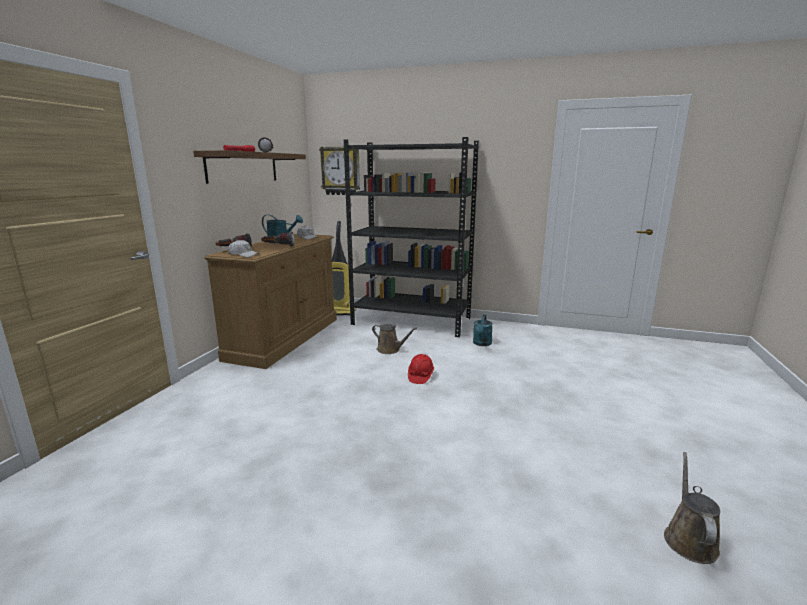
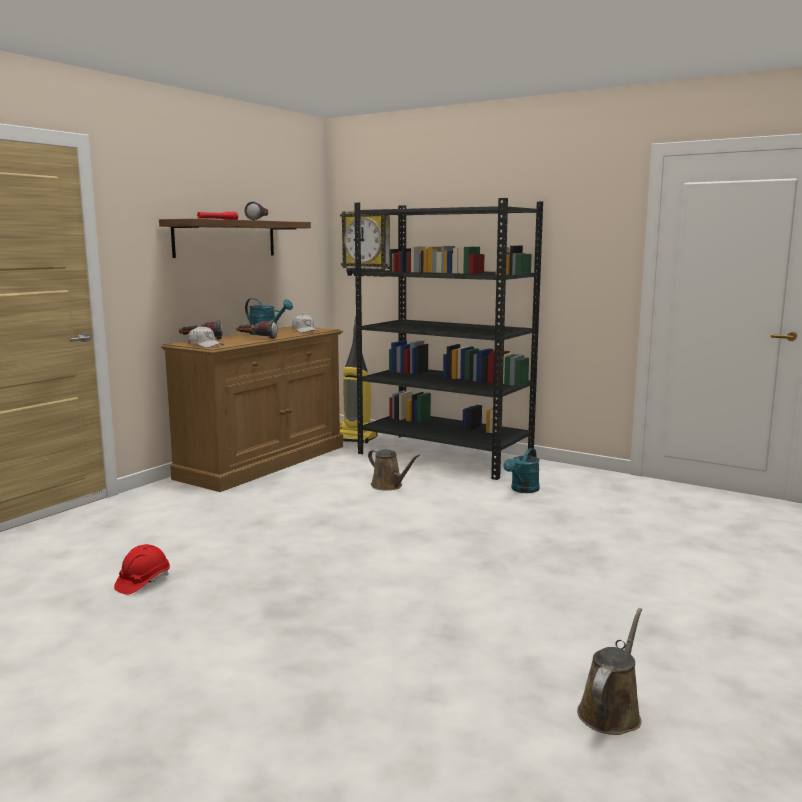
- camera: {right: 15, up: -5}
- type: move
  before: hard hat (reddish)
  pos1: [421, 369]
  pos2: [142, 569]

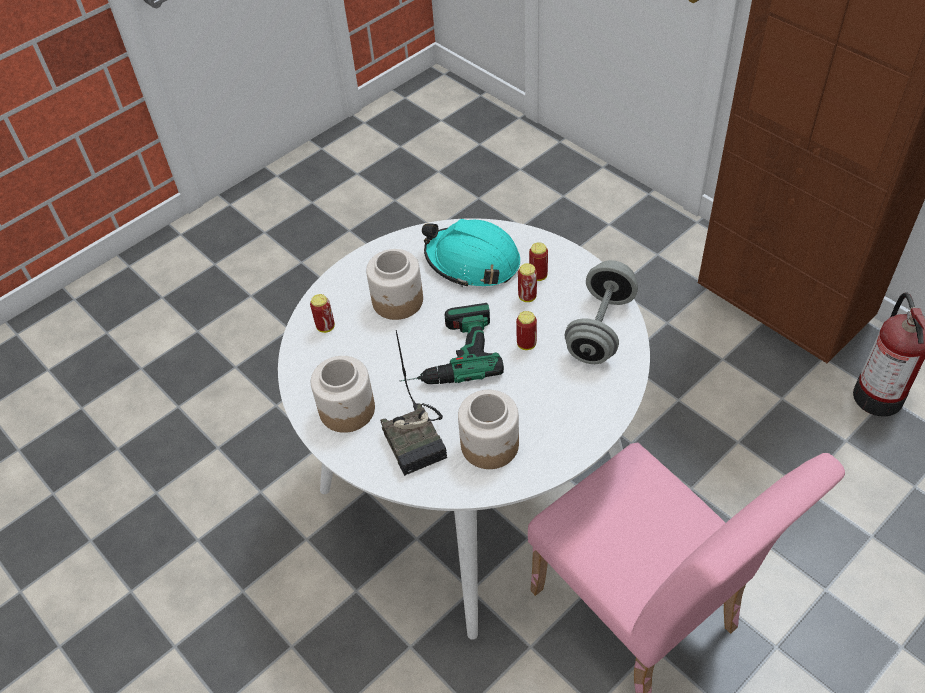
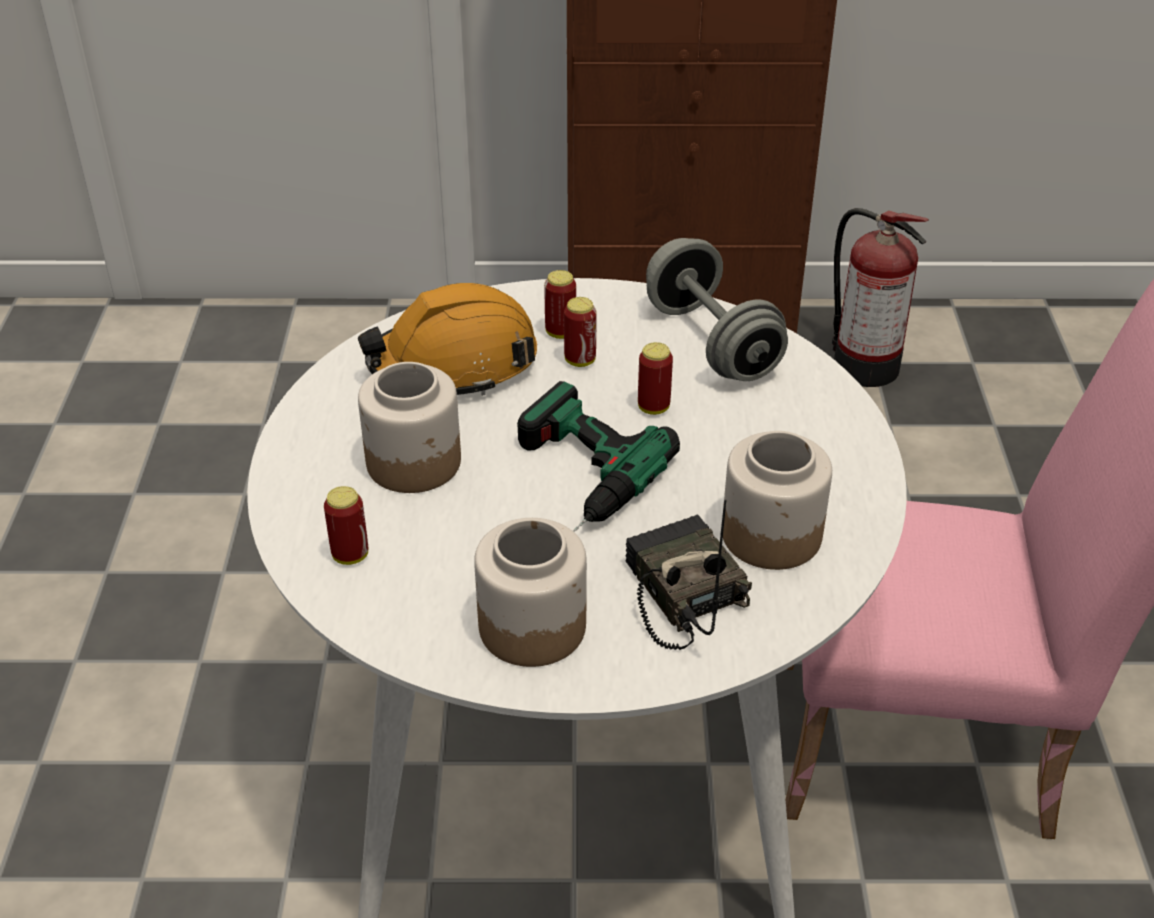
- camera: {right: -50, up: -10}
- type: recolor
  before: hard hat (turquoise)
  after: hard hat (orangey)
  pos1: [471, 253]
  pos2: [447, 339]
- type: rotate
  before: radio receiver
  pos1: [413, 403]
  pos2: [689, 574]
  turn: -135

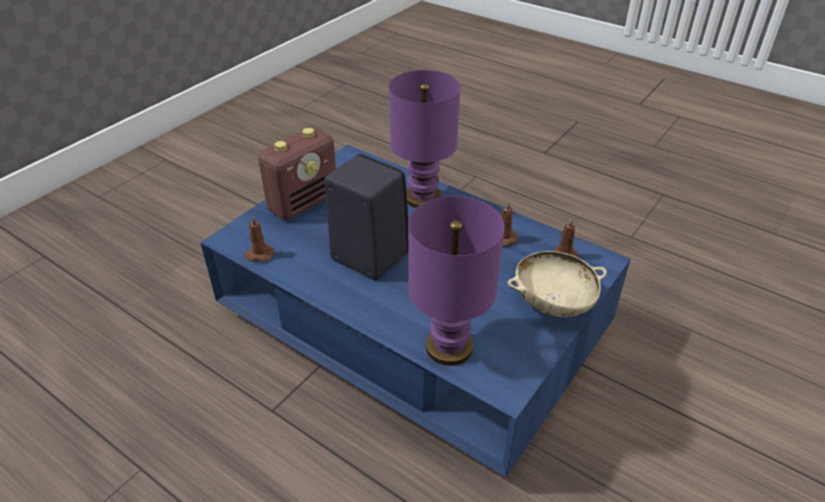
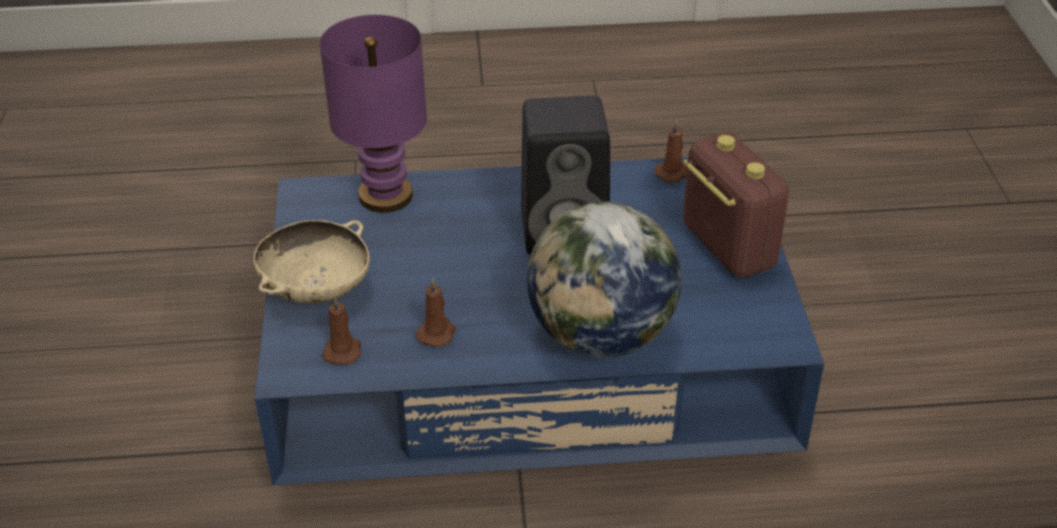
- camera: {right: 140, up: 0}
- type: replace
  before: table lamp (purple-coloured)
  after: globe
  pos1: [424, 139]
  pos2: [604, 279]
- type: rotate
  before: radio receiver
  pos1: [297, 173]
  pos2: [736, 205]
  turn: 150

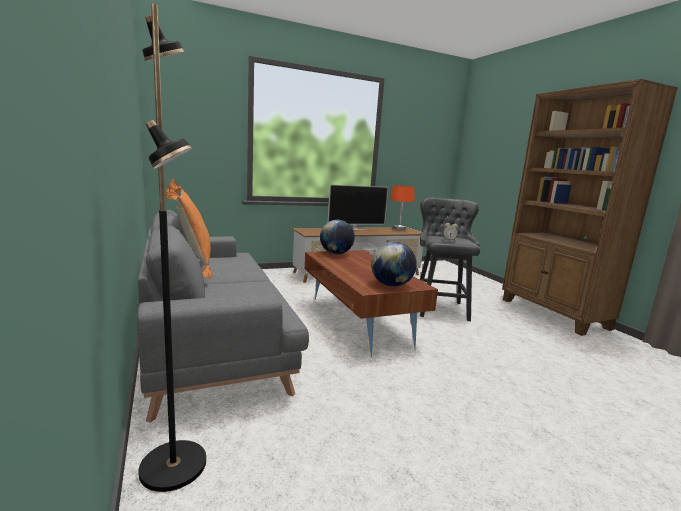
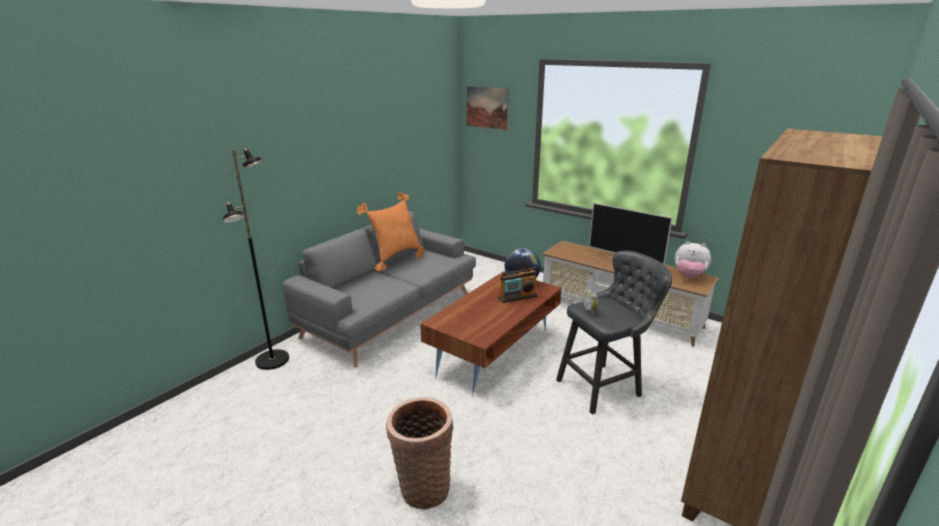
- camera: {right: 60, up: 10}
- type: insert
  after: basket
  pos2: [420, 453]
- type: insert
  after: wall picture
  pos2: [488, 108]
- type: insert
  after: radio receiver
  pos2: [517, 285]
- type: replace
  before: table lamp (orangey)
  after: plush toy
  pos1: [402, 208]
  pos2: [693, 260]
- type: delete
  before: globe
  pos1: [394, 264]

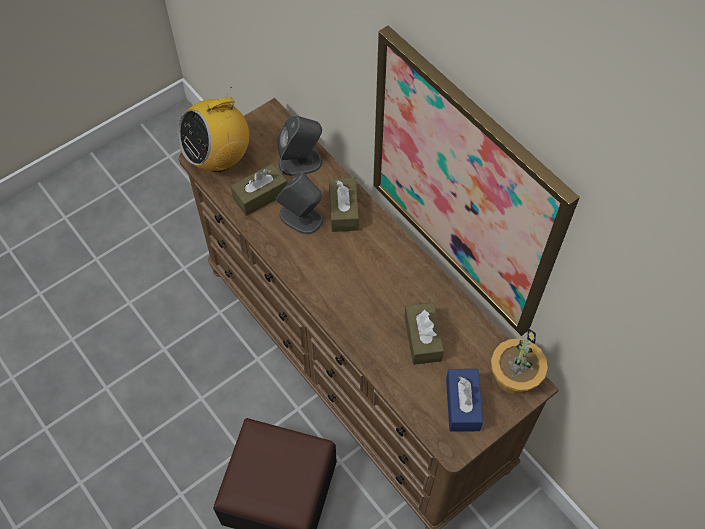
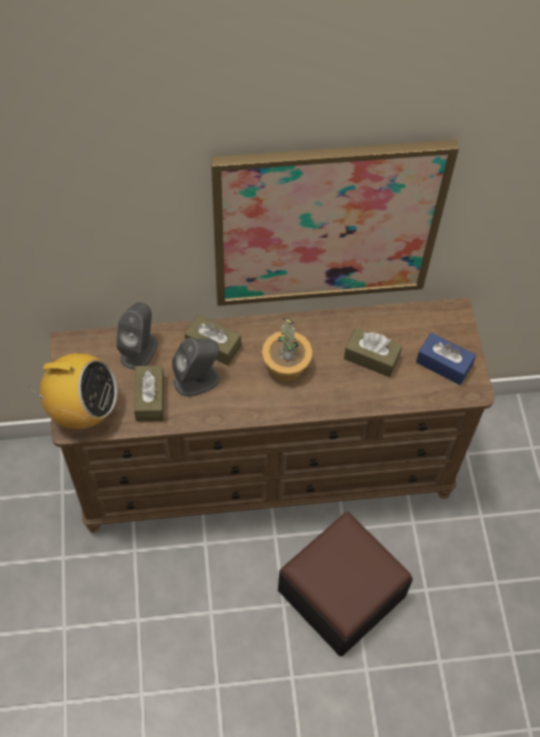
- camera: {right: -60, up: 0}
- type: rotate
  before: radio receiver
  pos1: [213, 129]
  pos2: [72, 391]
  turn: -75
- type: move
  before: houseplant
  pos1: [519, 361]
  pos2: [287, 349]

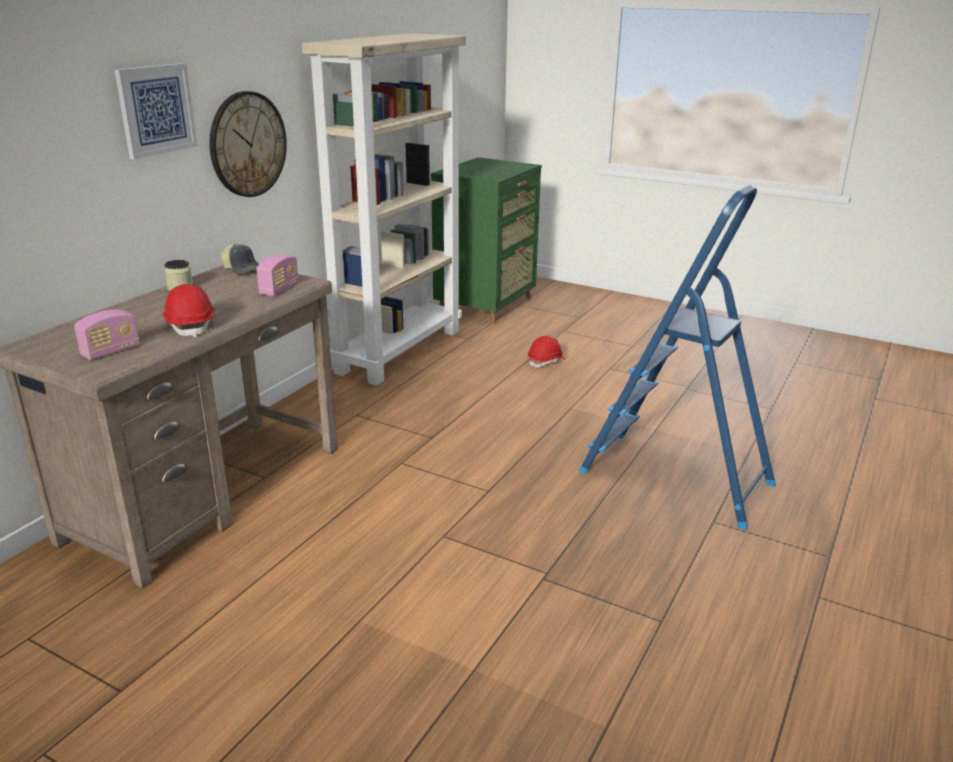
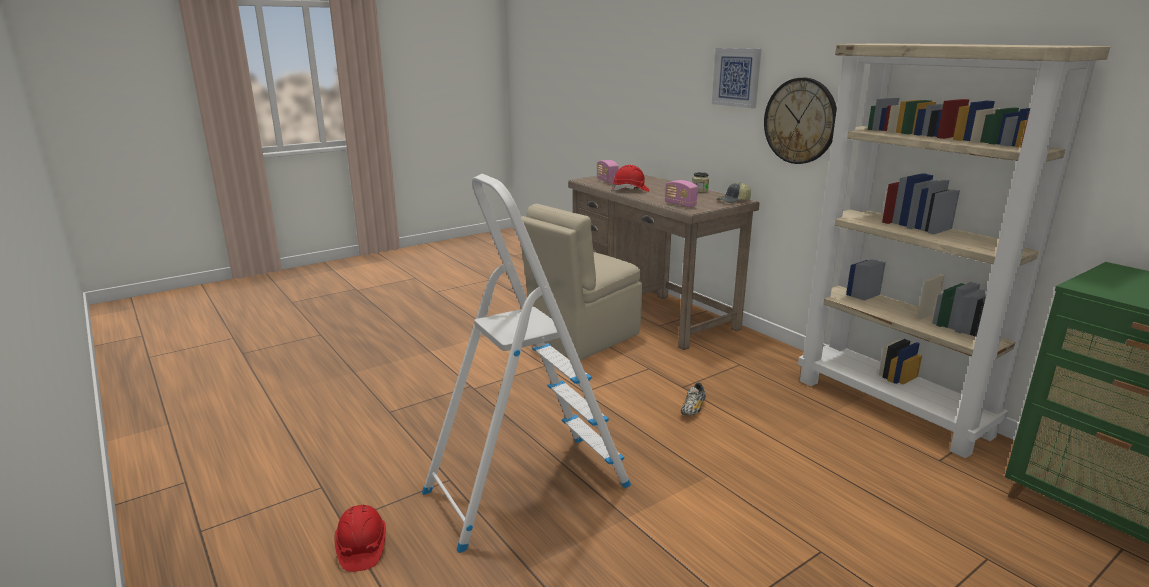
- camera: {right: 115, up: -5}
- type: move
  before: hard hat (reddish)
  pos1: [547, 352]
  pos2: [360, 538]
- type: recolor
  before: step ladder (blue)
  after: step ladder (white-coloured)
  pos1: [677, 357]
  pos2: [526, 363]
- type: insert
  after: plain chair (beige)
  pos2: [581, 282]
- type: insert
  after: low shoe
  pos2: [693, 399]

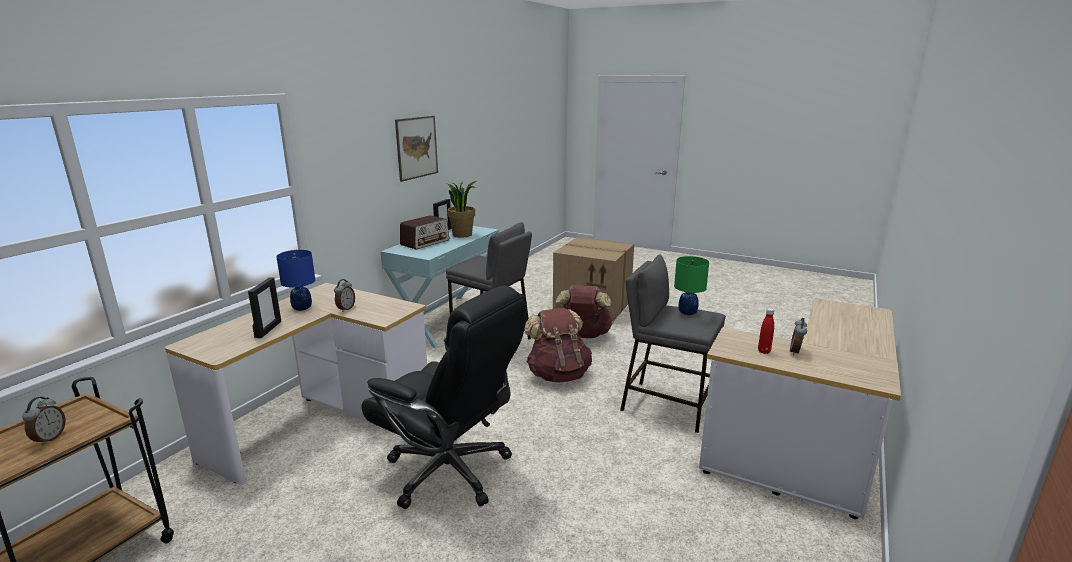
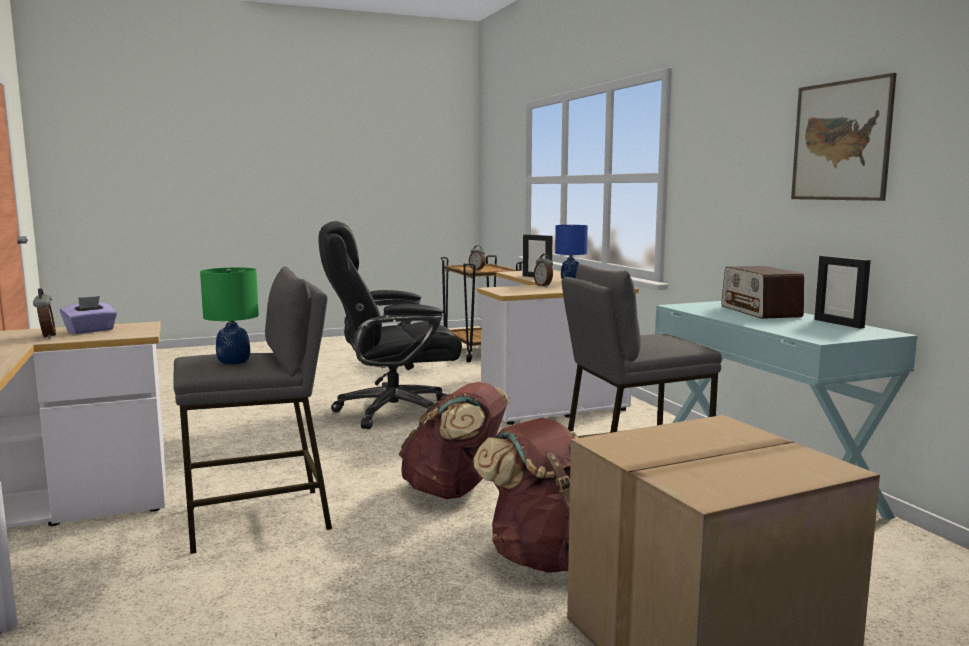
- camera: {right: 130, up: -10}
- type: replace
  before: drink bottle (reddish)
  after: box of tissues (purple-coloured)
  pos1: [766, 331]
  pos2: [88, 315]
- type: delete
  before: houseplant
  pos1: [462, 209]

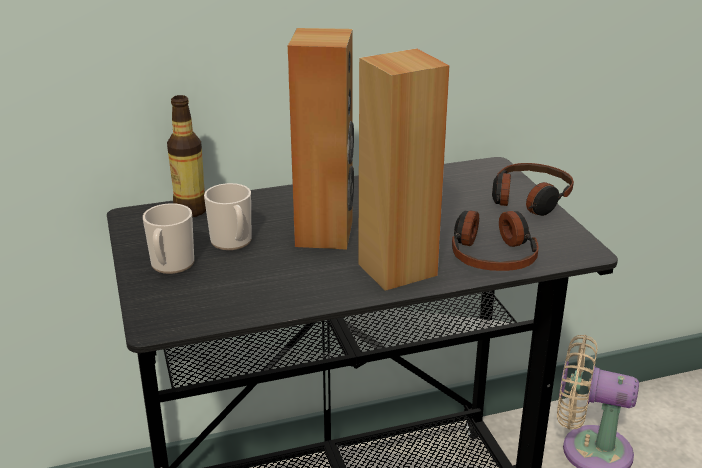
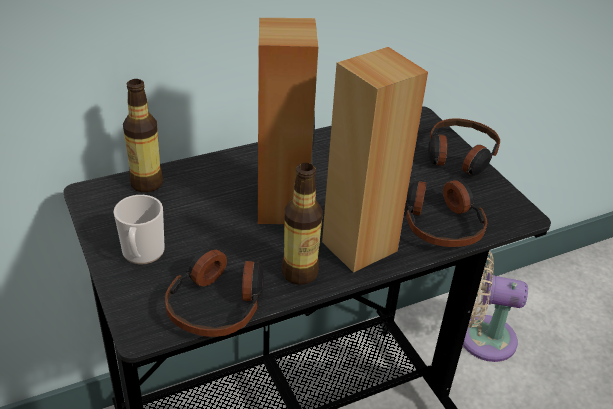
- camera: {right: -10, up: 10}
- type: insert
  after: headset
  pos2: [214, 292]
- type: insert
  after: drink bottle
  pos2: [302, 224]
- type: delete
  before: tea mug
  pos1: [228, 216]

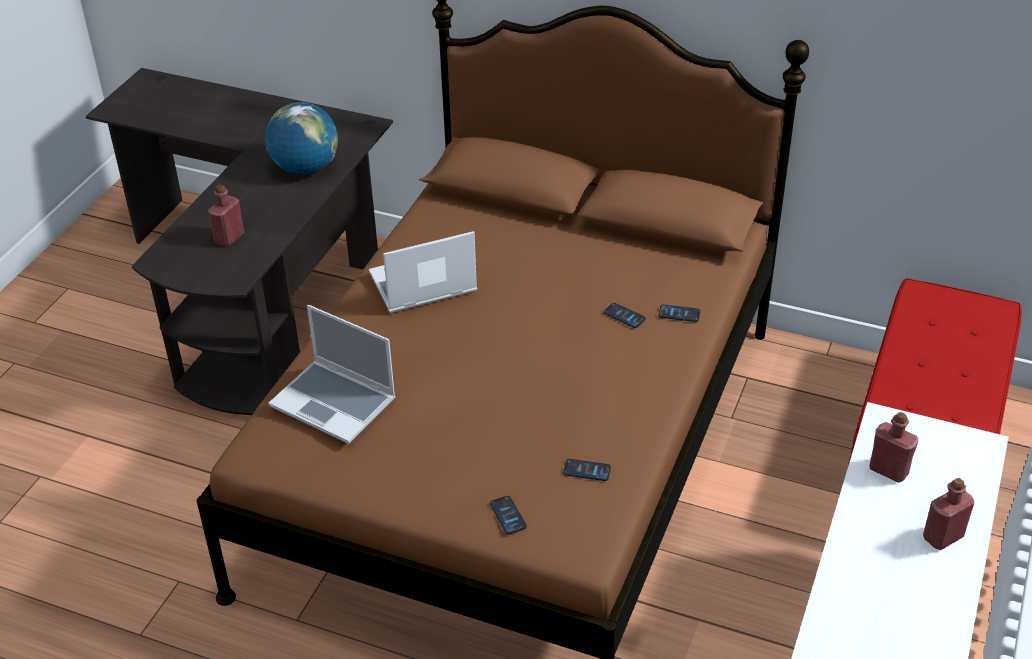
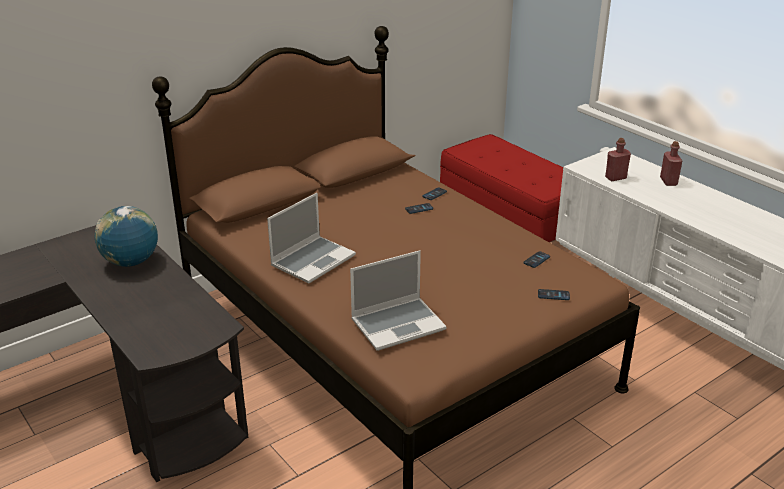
- camera: {right: -60, up: -10}
- type: rotate
  before: laptop
  pos1: [423, 272]
  pos2: [311, 238]
  turn: -150
- type: delete
  before: drink bottle (reddish)
  pos1: [226, 215]

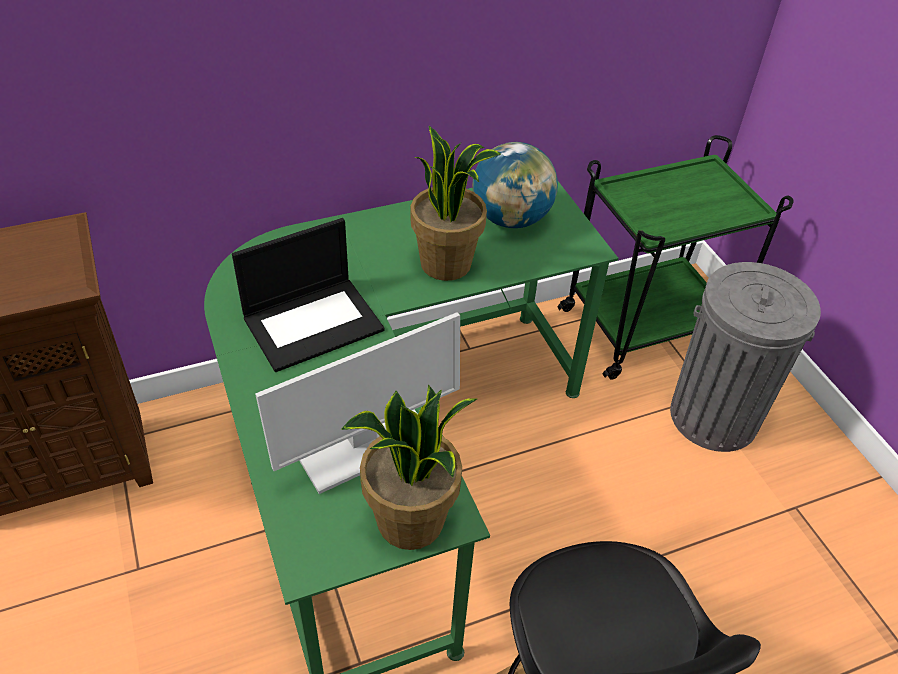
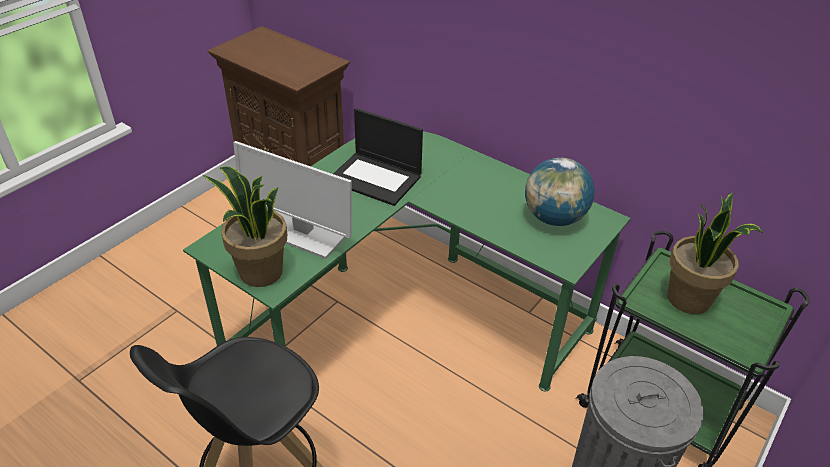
- camera: {right: 60, up: -5}
- type: move
  before: houseplant
  pos1: [455, 203]
  pos2: [715, 253]

